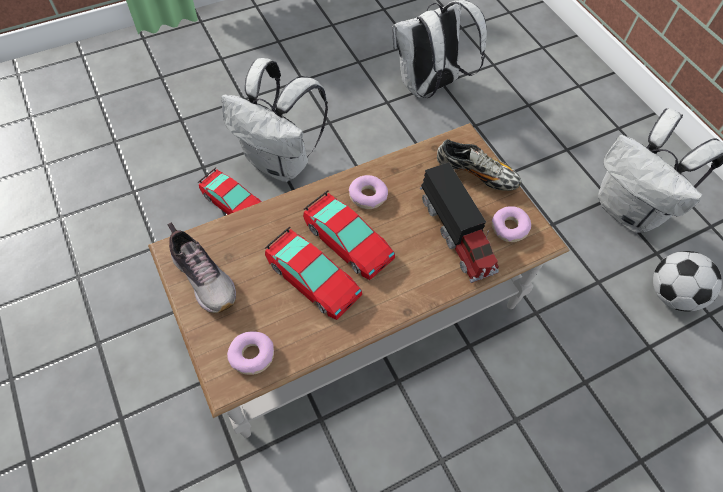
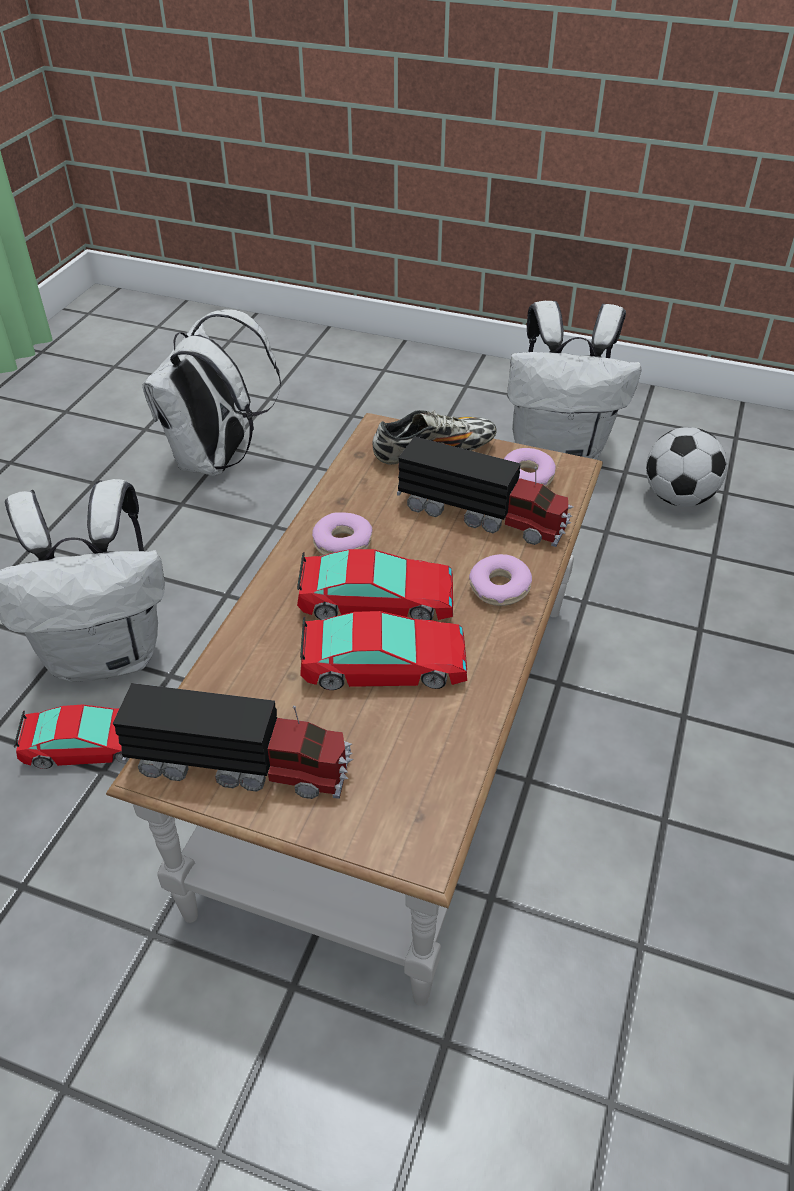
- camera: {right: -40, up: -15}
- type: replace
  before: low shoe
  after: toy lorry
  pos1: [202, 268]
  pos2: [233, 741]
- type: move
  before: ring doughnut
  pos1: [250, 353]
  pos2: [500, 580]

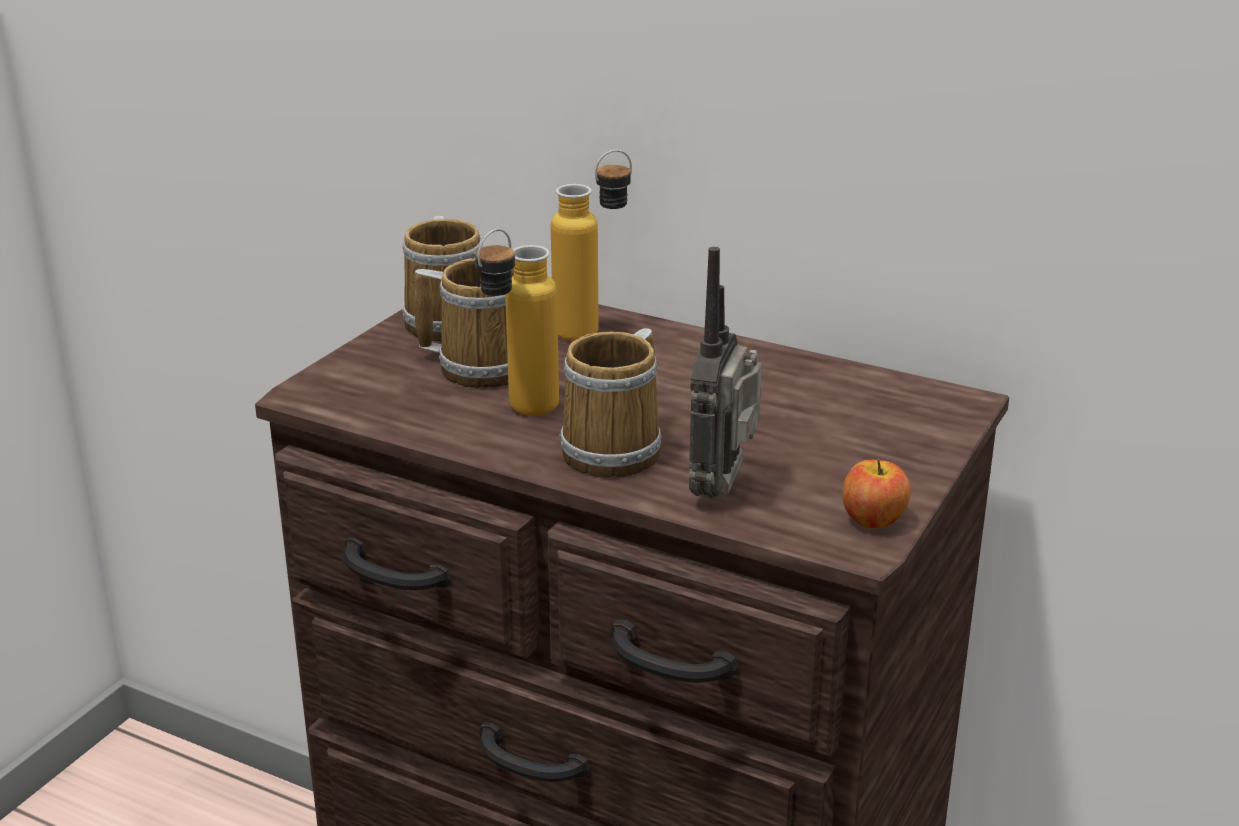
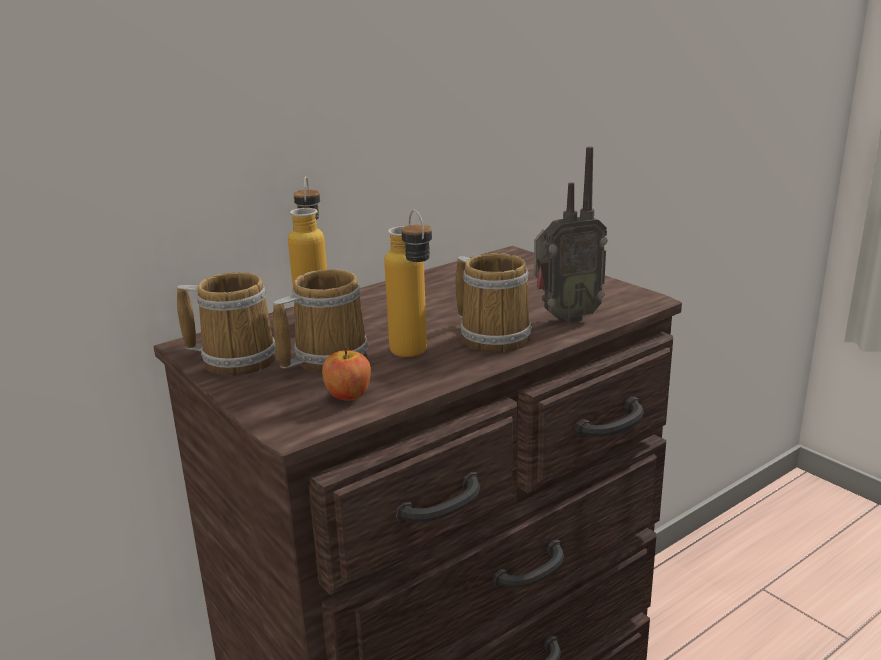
- camera: {right: -65, up: -5}
- type: move
  before: apple fruit
  pos1: [876, 493]
  pos2: [346, 374]
- type: rotate
  before: radio receiver
  pos1: [725, 372]
  pos2: [571, 235]
  turn: -60

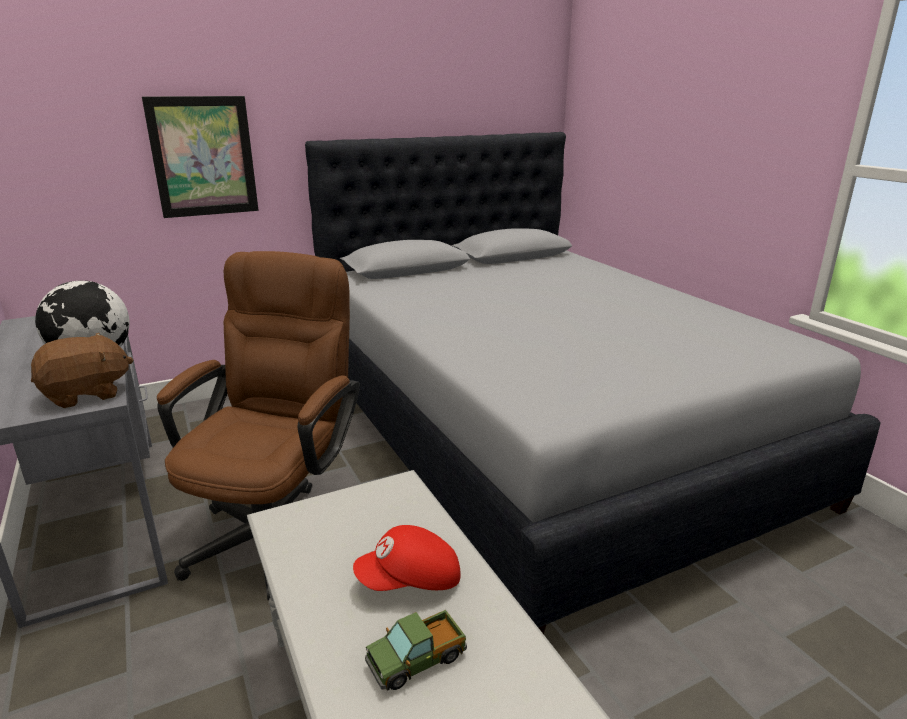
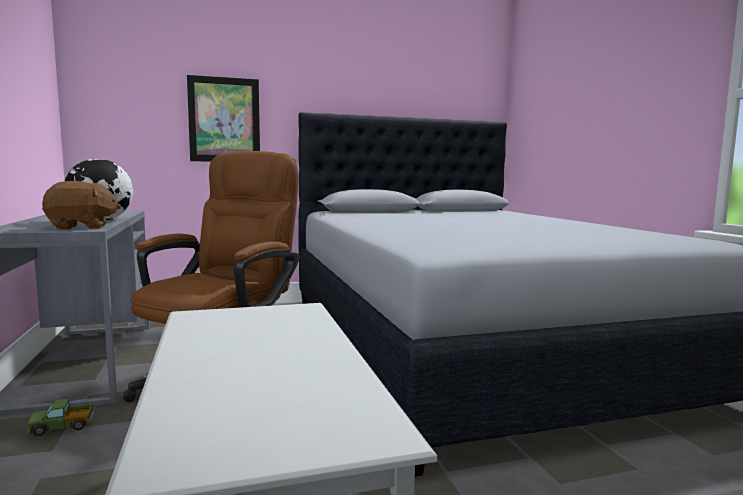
- camera: {right: 10, up: -15}
- type: move
  before: toy lorry
  pos1: [416, 650]
  pos2: [60, 417]
- type: delete
  before: baseball cap (reddish)
  pos1: [407, 558]

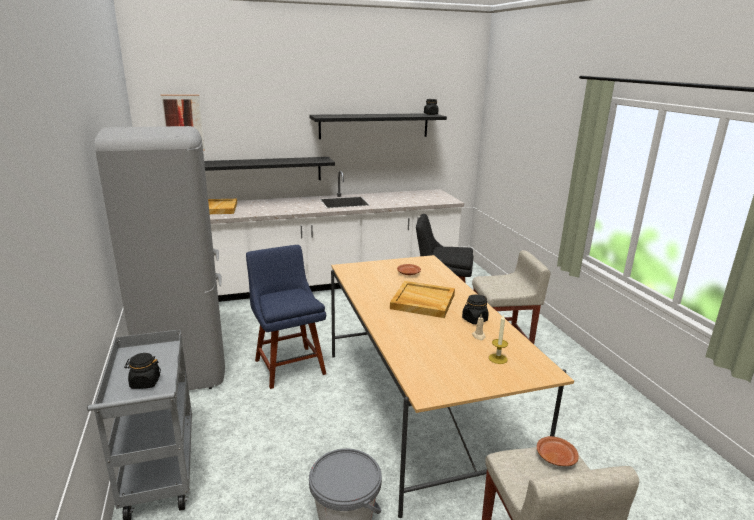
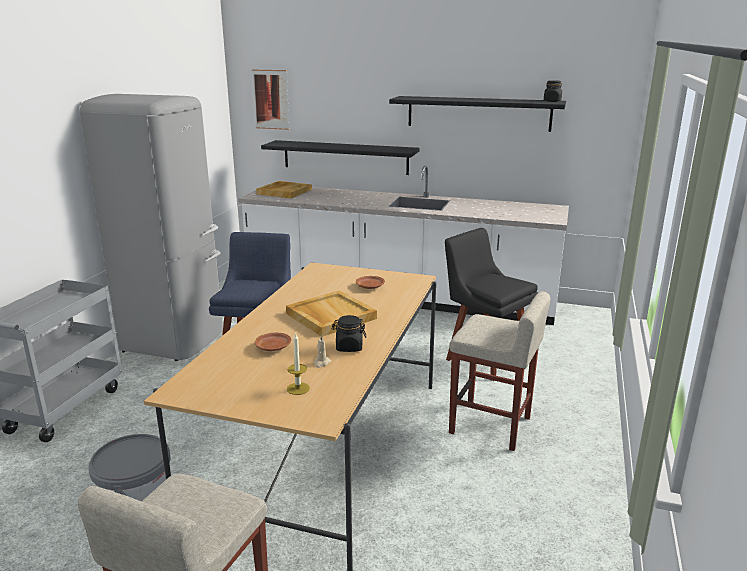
- camera: {right: 35, up: 0}
- type: move
  before: flat dish (brown)
  pos1: [558, 451]
  pos2: [273, 342]
- type: delete
  before: jar (blackish)
  pos1: [142, 371]

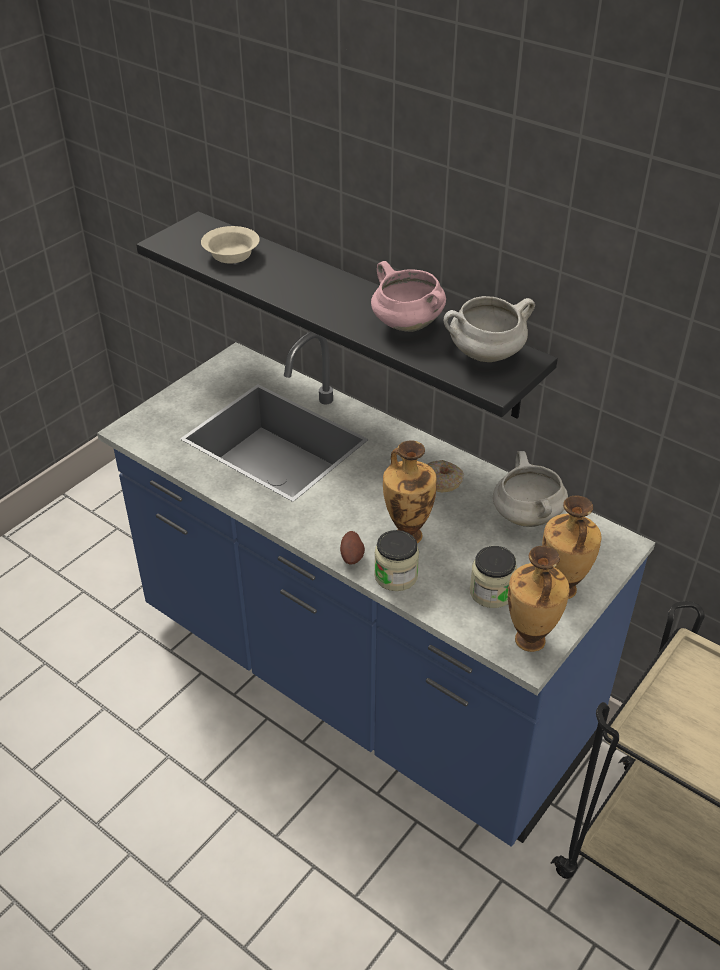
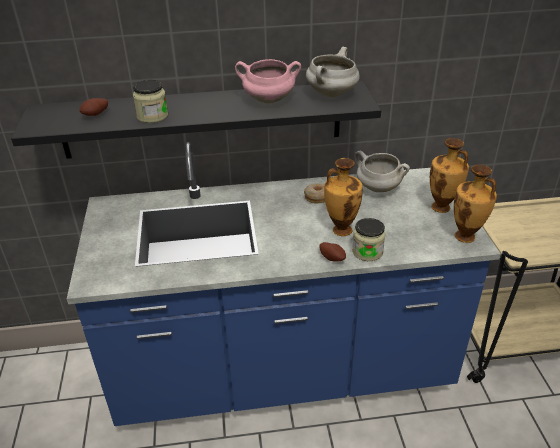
- camera: {right: -45, up: -5}
- type: replace
  before: bowl (beige)
  after: spud
  pos1: [230, 245]
  pos2: [93, 107]
- type: move
  before: jar
  pos1: [493, 577]
  pos2: [150, 101]

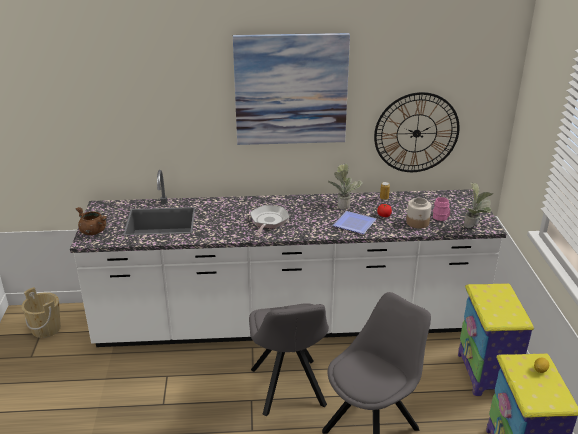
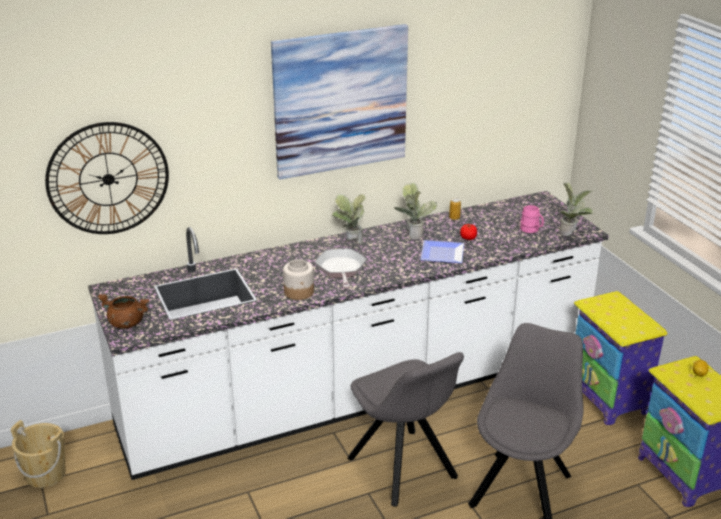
- camera: {right: -20, up: 0}
- type: move
  before: hanging clock
  pos1: [417, 132]
  pos2: [107, 178]
- type: move
  before: jar
  pos1: [419, 213]
  pos2: [298, 279]
- type: insert
  after: houseplant
  pos2: [349, 219]

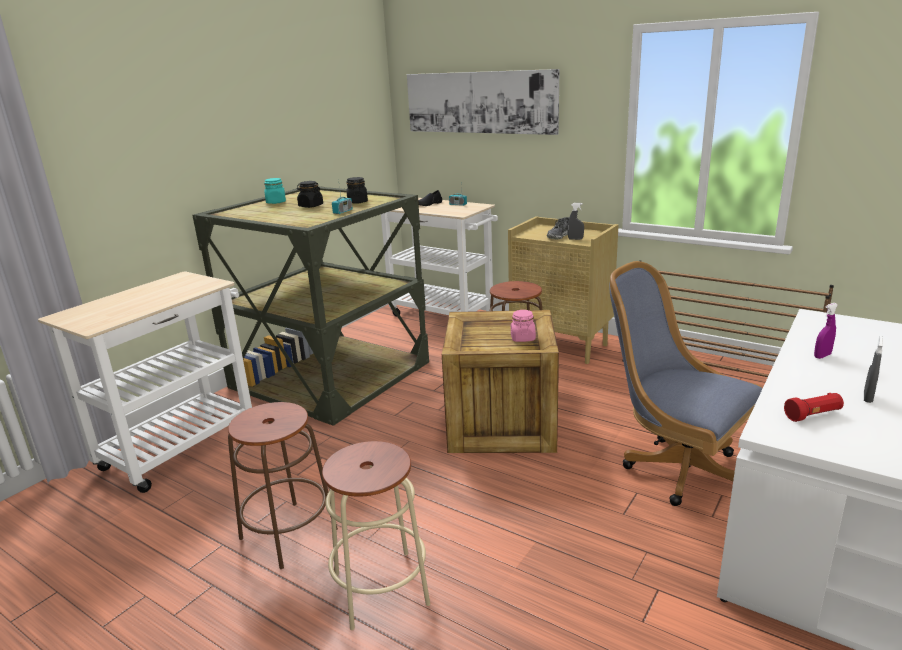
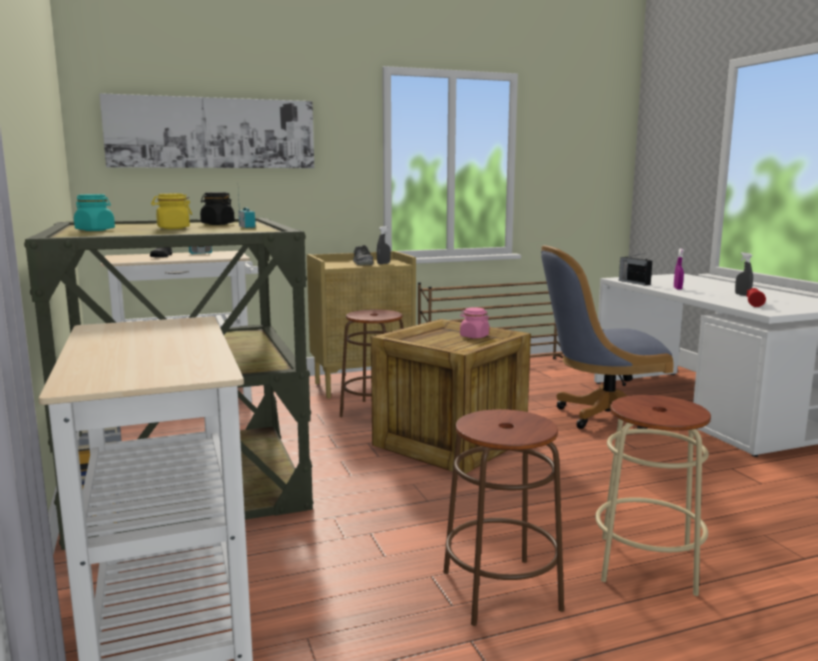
- camera: {right: -55, up: -10}
- type: recolor
  before: jar (blackish)
  after: jar (yellowish)
  pos1: [310, 194]
  pos2: [171, 211]
- type: insert
  after: radio receiver
  pos2: [635, 269]

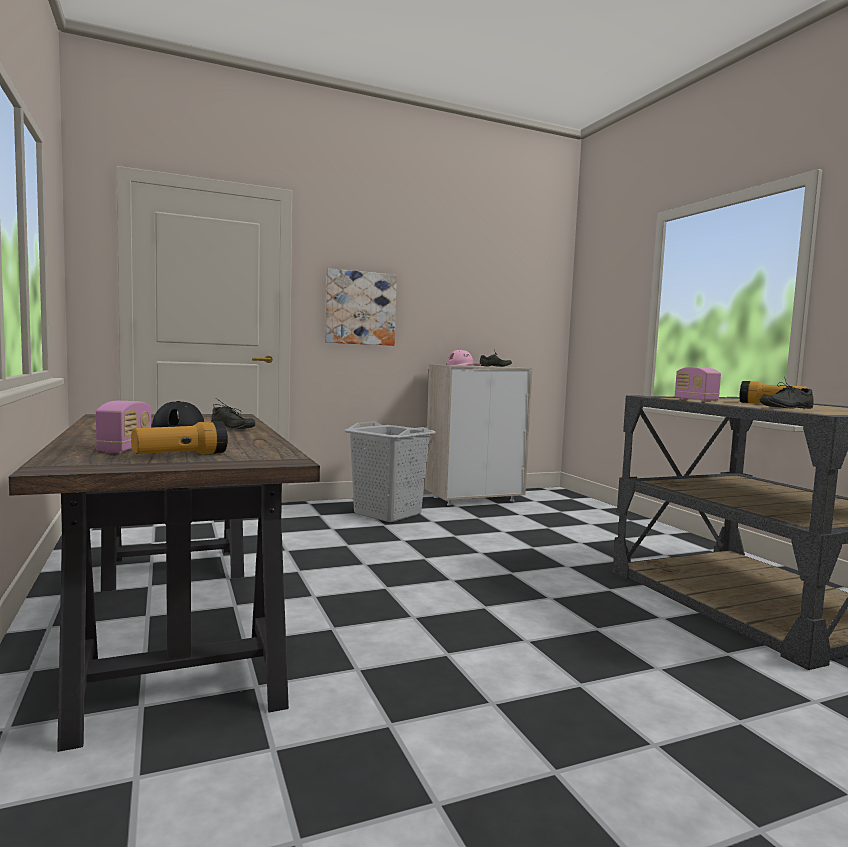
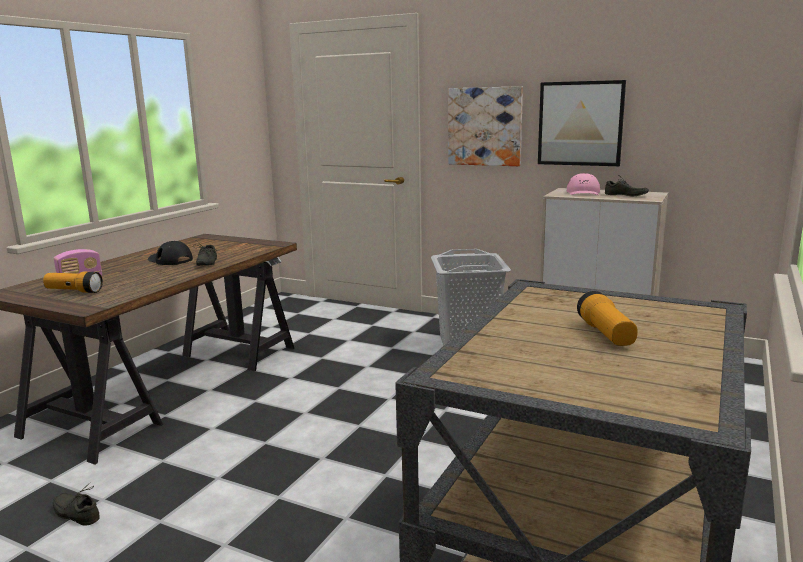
- camera: {right: 50, up: 10}
- type: move
  before: low shoe (greyish)
  pos1: [787, 393]
  pos2: [76, 504]
- type: insert
  after: wall picture
  pos2: [582, 123]
- type: delete
  before: radio receiver
  pos1: [698, 384]

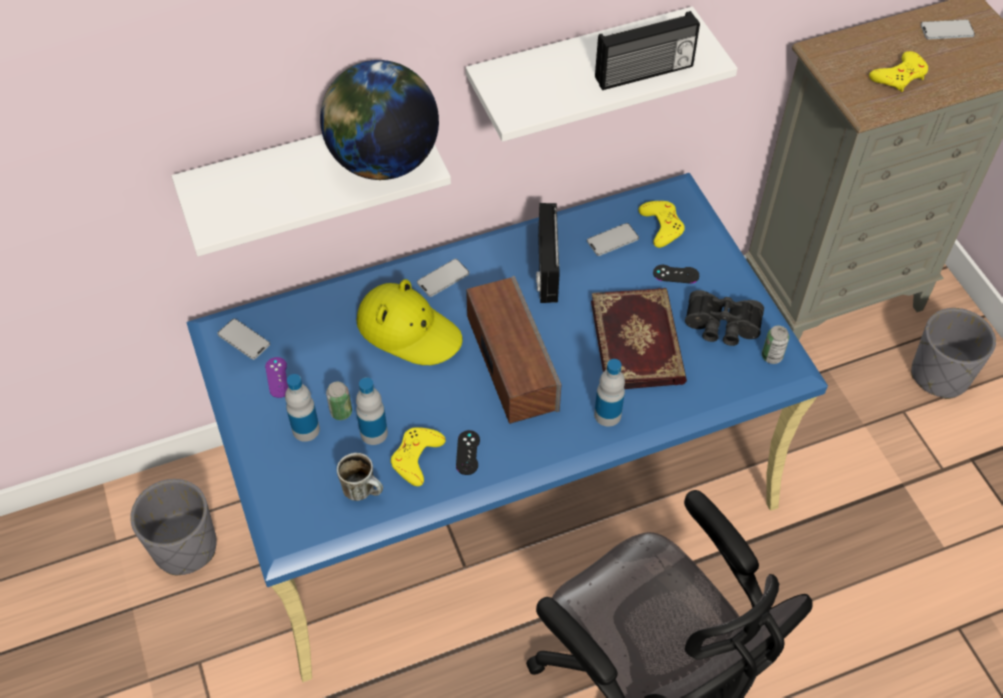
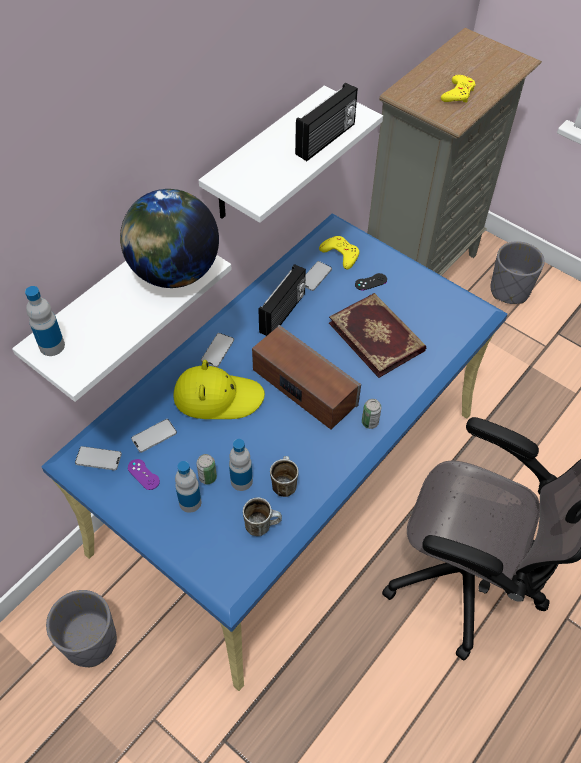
- camera: {right: -30, up: 0}
- type: move
  before: drink bottle
  pos1: [609, 393]
  pos2: [45, 321]
- type: move
  before: phone
  pos1: [948, 30]
  pos2: [154, 436]
- type: rotate
  before: radio receiver
  pos1: [548, 253]
  pos2: [282, 300]
  turn: -120
- type: replace
  before: gamepad (yellowish)
  after: tea mug
  pos1: [418, 456]
  pos2: [284, 476]
- type: move
  before: metal can
  pos1: [775, 345]
  pos2: [371, 414]
- type: delete
  before: gamepad (blackish)
  pos1: [468, 452]
- type: delete
  before: pair of binoculars (blackish)
  pos1: [724, 318]

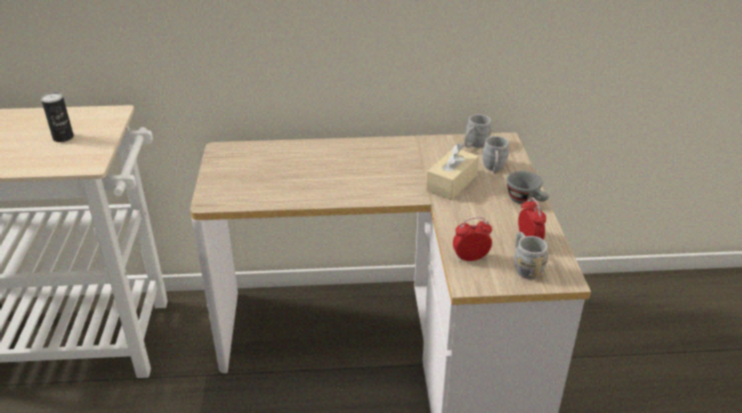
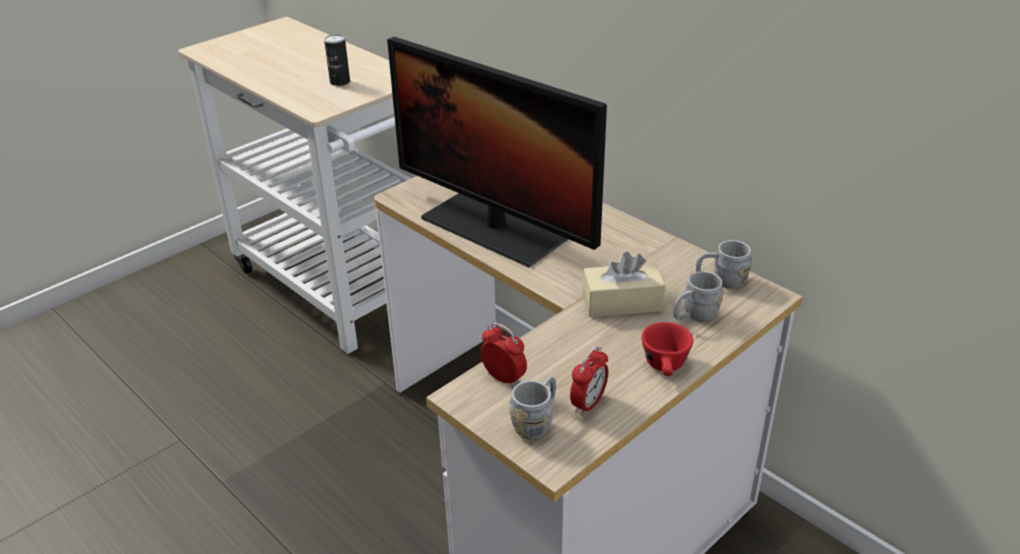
- camera: {right: 50, up: 0}
- type: insert
  after: computer display
  pos2: [497, 152]
- type: recolor
  before: small cup (greyish)
  after: small cup (reddish)
  pos1: [528, 187]
  pos2: [667, 349]

